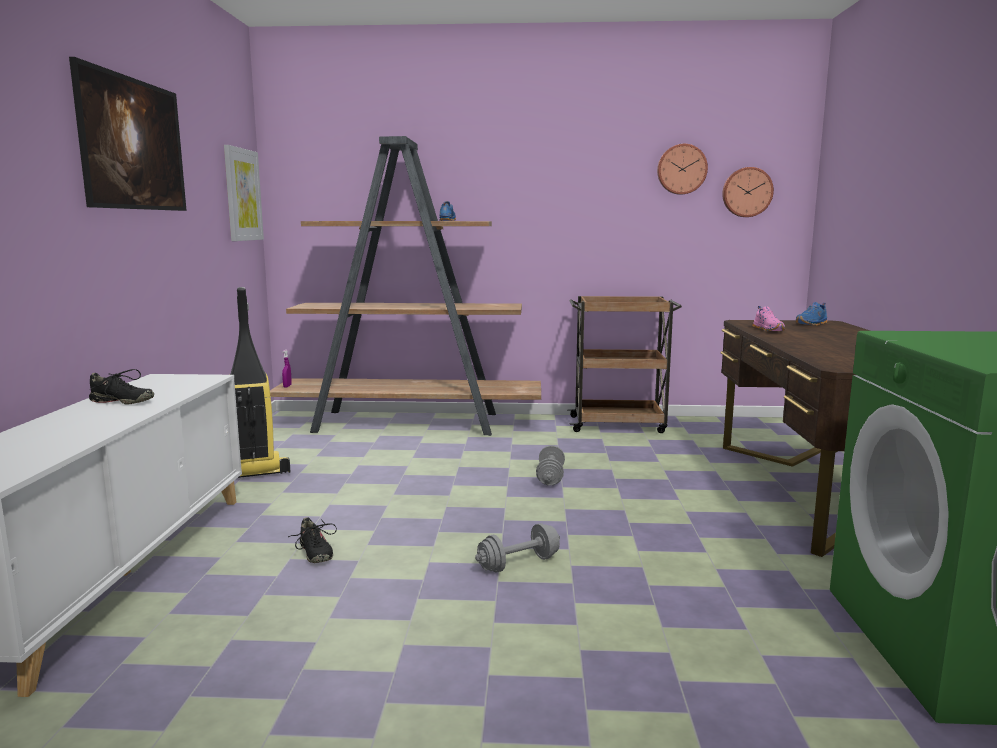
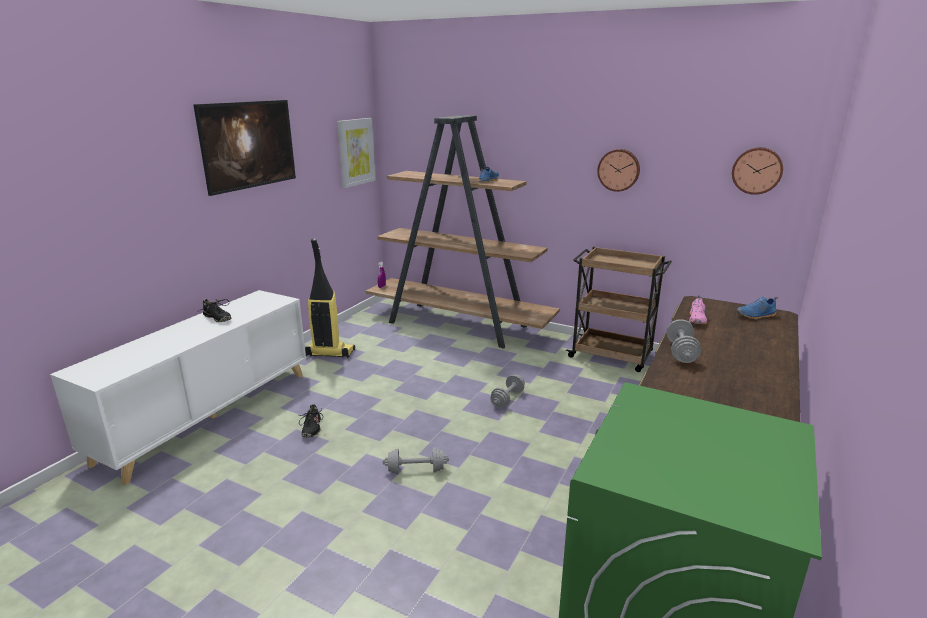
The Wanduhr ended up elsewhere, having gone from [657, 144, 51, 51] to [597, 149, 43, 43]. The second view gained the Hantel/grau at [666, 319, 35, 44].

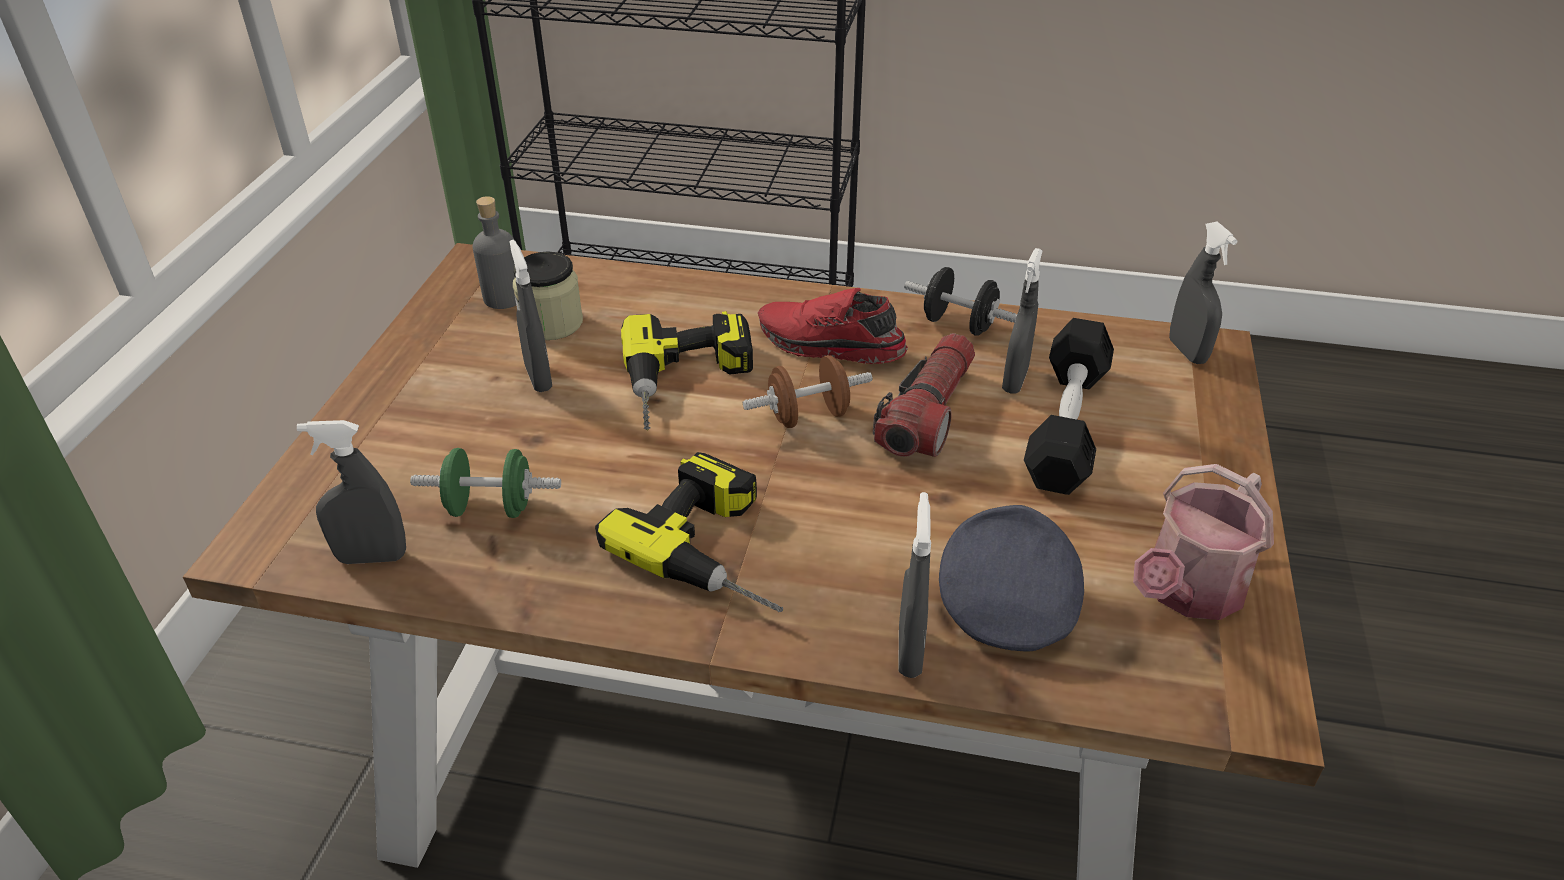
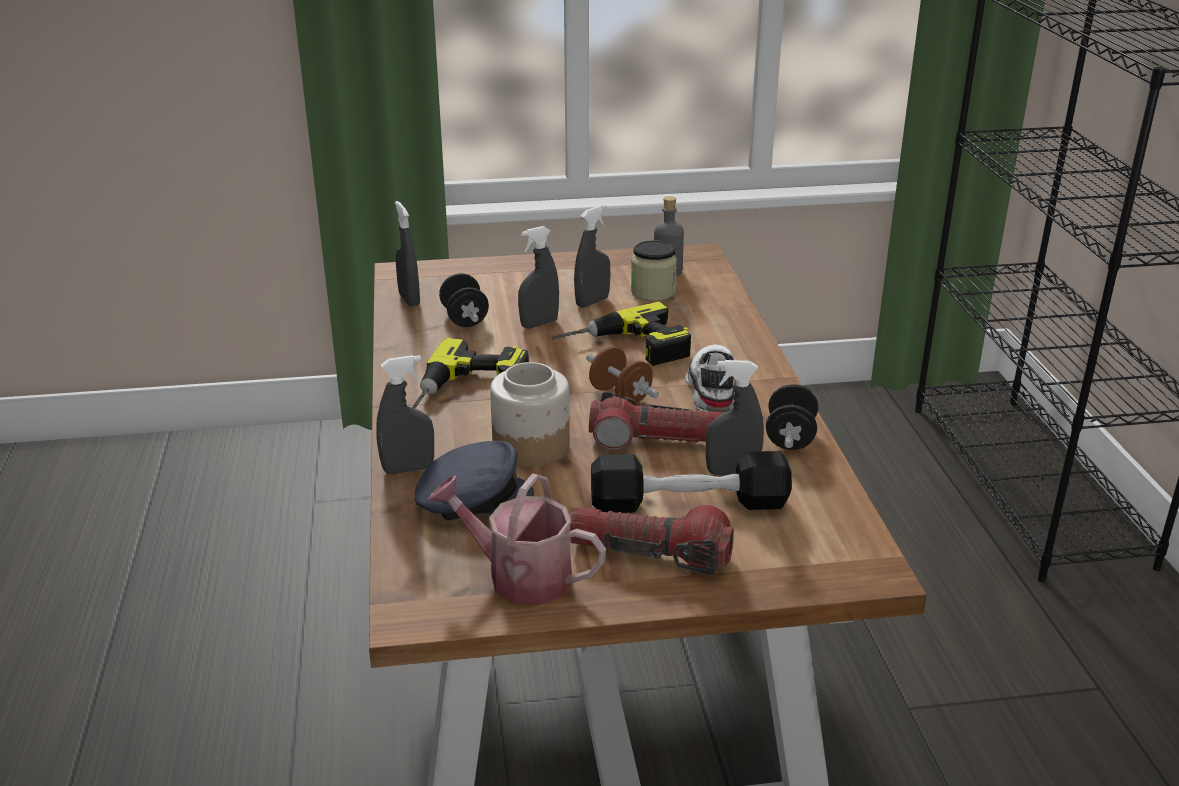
The Sprühflasche/grau ended up elsewhere, having gone from [1169, 221, 68, 143] to [518, 226, 41, 103]. What was the Schuh/rot at [758, 288, 150, 76] turned into the Schuh/weiß at [685, 344, 51, 68]. What was the Hantel/grün at [410, 448, 151, 70] turned into the Hantel/schwarz at [439, 273, 50, 54]. The second view gained the Vorratsglas at [490, 362, 80, 106]. The second view gained the Taschenlampe at [569, 505, 165, 71].

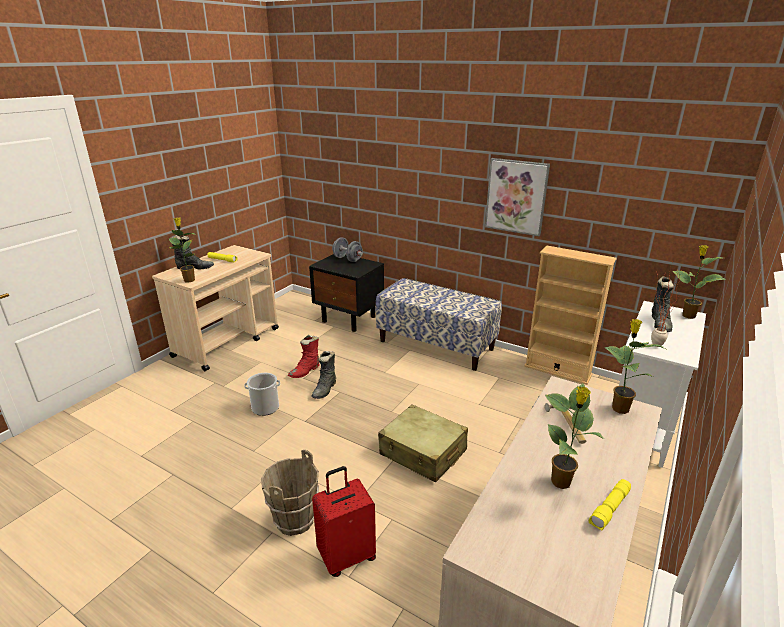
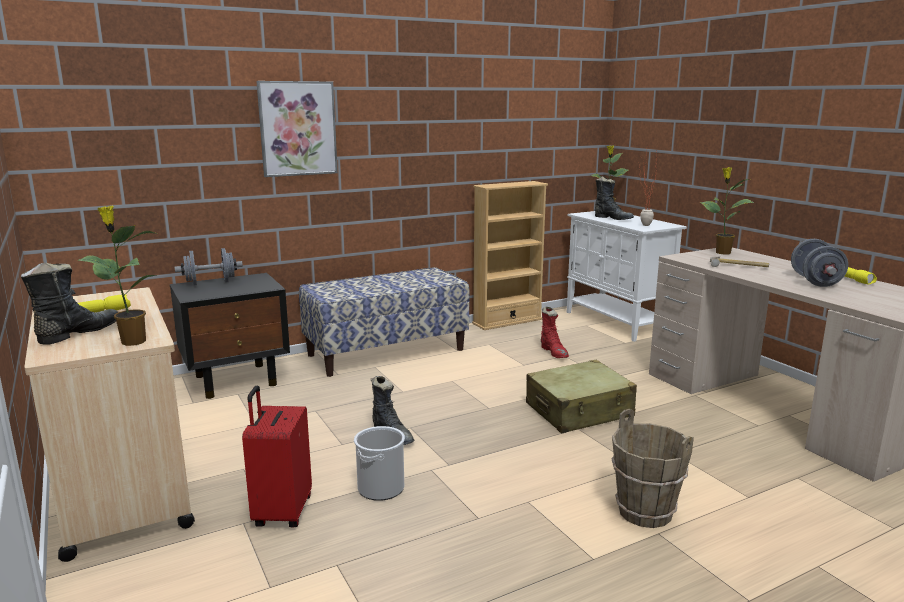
The Bild ended up elsewhere, having gone from [485, 158, 65, 78] to [256, 81, 82, 96]. The Stiefel/rot ended up elsewhere, having gone from [288, 335, 31, 43] to [541, 306, 28, 52]. Where the Topfpflanze stood at [545, 383, 59, 106], the Hantel/grau came to stand at [791, 239, 57, 48]. The Koffer/rot ended up elsewhere, having gone from [312, 466, 64, 111] to [242, 385, 70, 142].

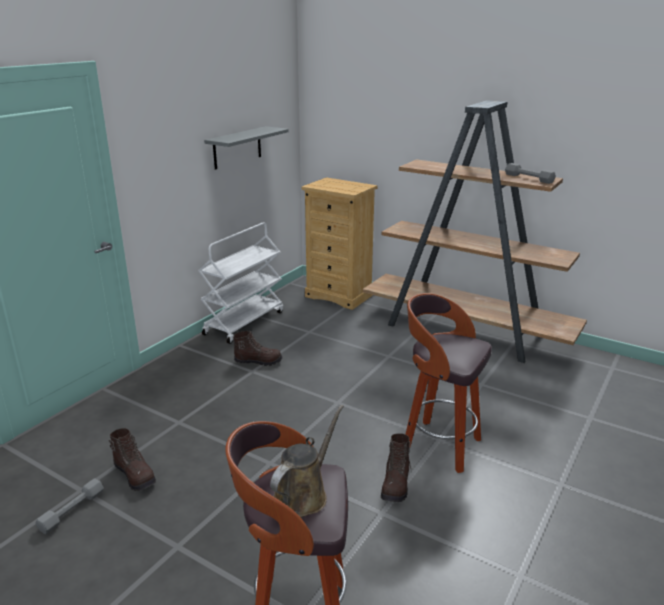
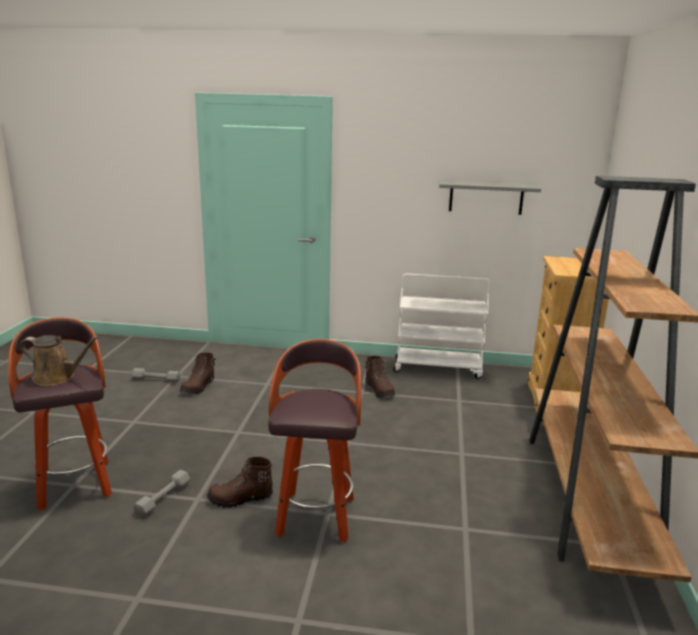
The Hantel/grau ended up elsewhere, having gone from [505, 163, 51, 21] to [133, 470, 57, 47].

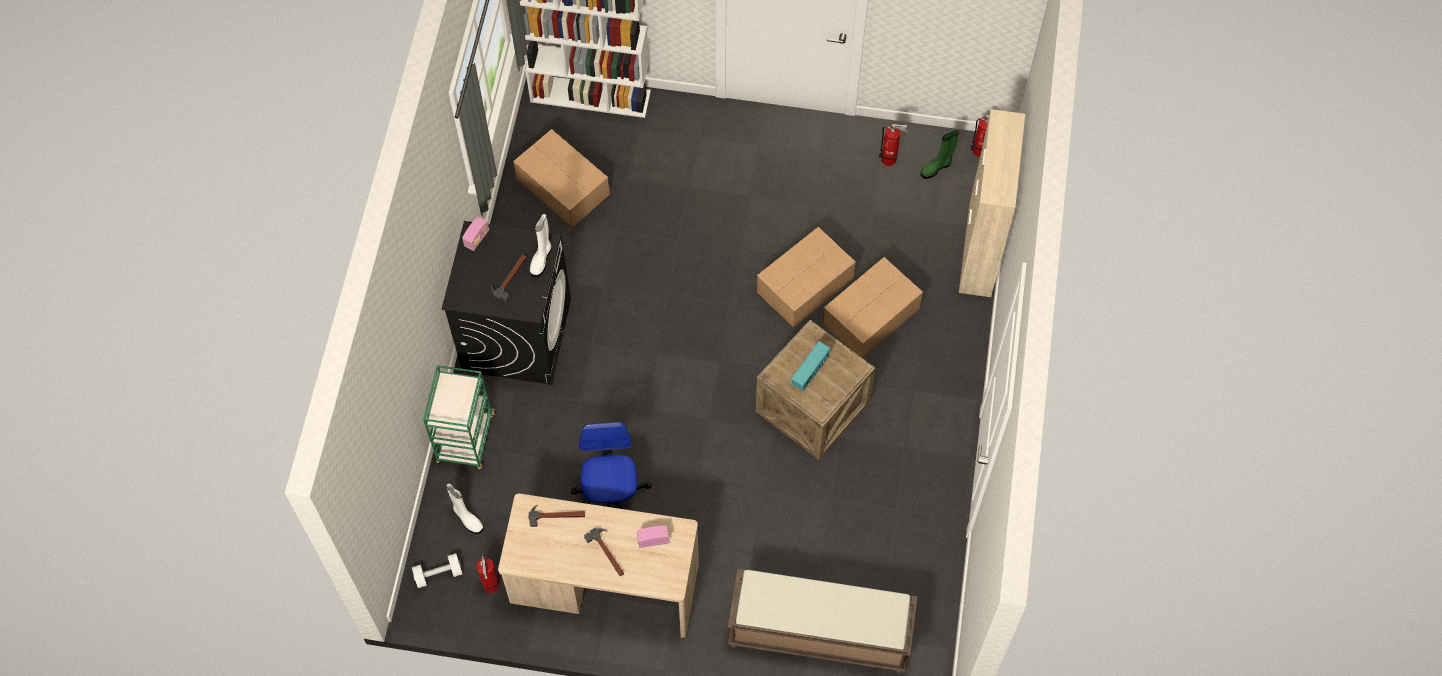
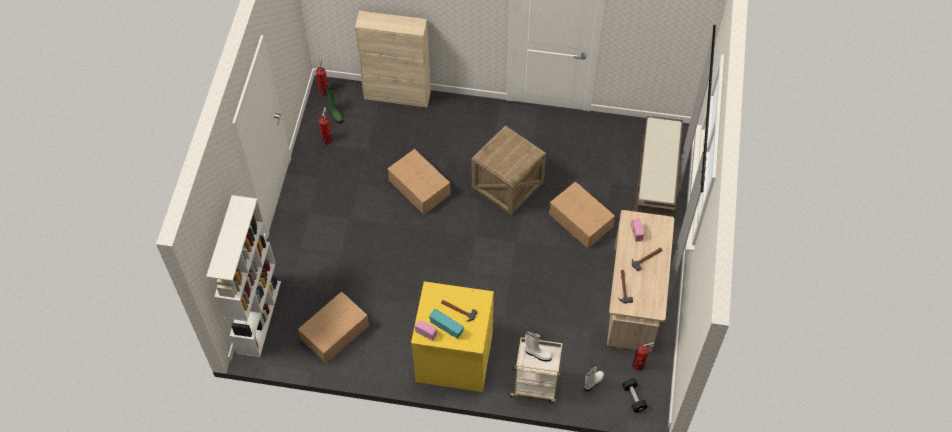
The Stiefel/weiß ended up elsewhere, having gone from [530, 213, 21, 64] to [525, 331, 27, 30]. What was the Waschmaschine/schwarz at [442, 221, 129, 164] turned into the Waschmaschine/gelb at [411, 281, 83, 111]. The Karton ended up elsewhere, having gone from [822, 257, 101, 101] to [549, 181, 66, 68]. The Radio ended up elsewhere, having gone from [792, 341, 38, 50] to [429, 309, 35, 30]. What was the Rollwagen/grün at [423, 365, 73, 105] turned into the Rollwagen/beige at [508, 337, 55, 67]. The second view lost the Bürostuhl at [571, 422, 81, 88]. What was the Hantel/weiß at [412, 553, 50, 35] turned into the Hantel/schwarz at [622, 378, 26, 35].

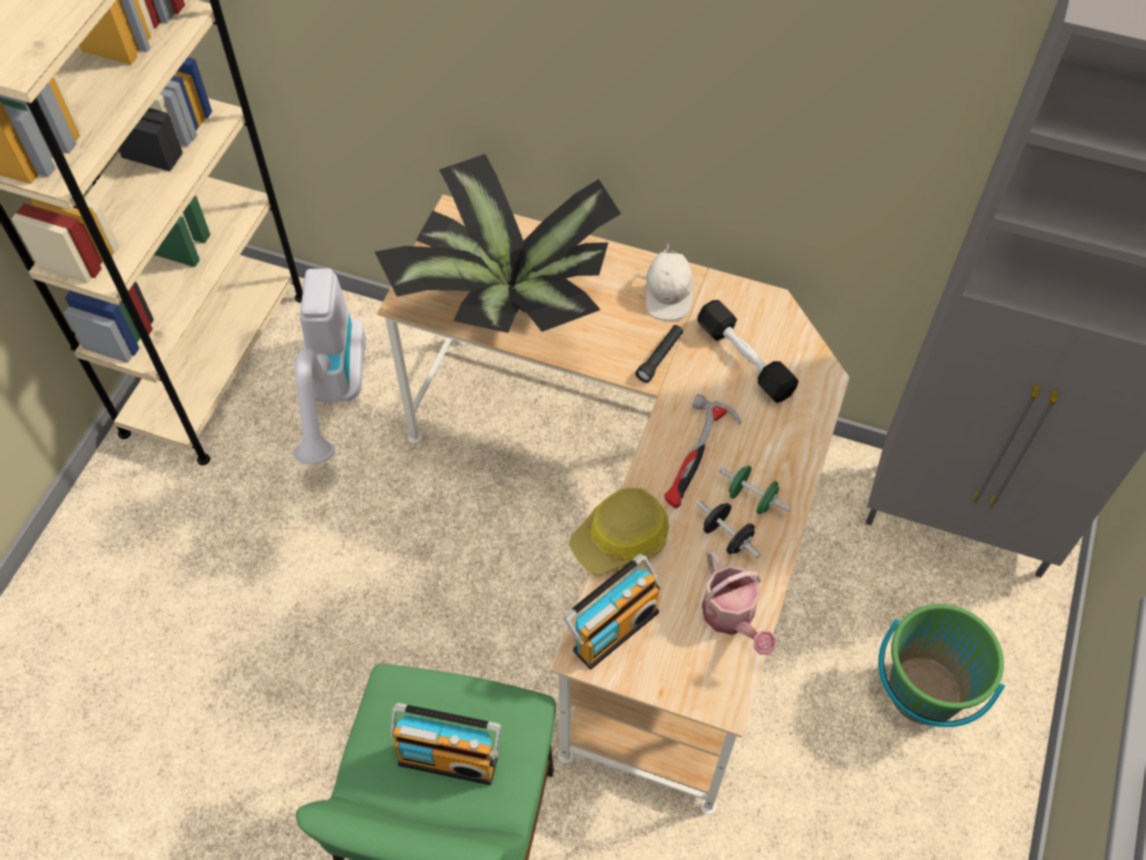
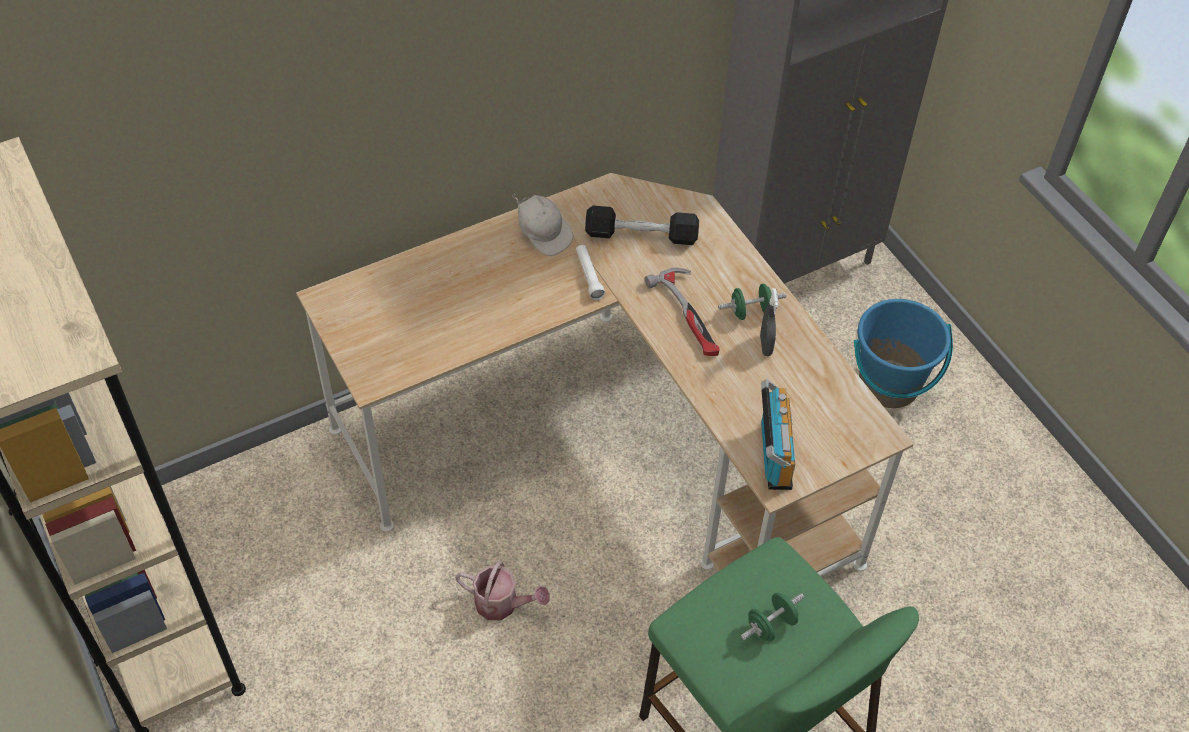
The second view lost the Topfpflanze at [375, 154, 246, 179]. The second view lost the Staubsauger at [293, 269, 73, 195]. What was the Taschenlampe/schwarz at [635, 325, 48, 58] turned into the Taschenlampe/weiß at [576, 245, 30, 55]. The second view lost the Schutzhelm at [569, 488, 100, 87]. Where the Hantel/schwarz stood at [697, 501, 64, 57], the Sprühflasche/grau came to stand at [760, 289, 18, 67]. The Gießkanne ended up elsewhere, having gone from [702, 549, 74, 106] to [455, 560, 95, 60]. What was the Eimer/grün at [878, 604, 128, 123] turned into the Eimer/blau at [854, 299, 99, 109]. Where the Radio stood at [389, 703, 112, 82], the Hantel/grün came to stand at [741, 592, 63, 50].

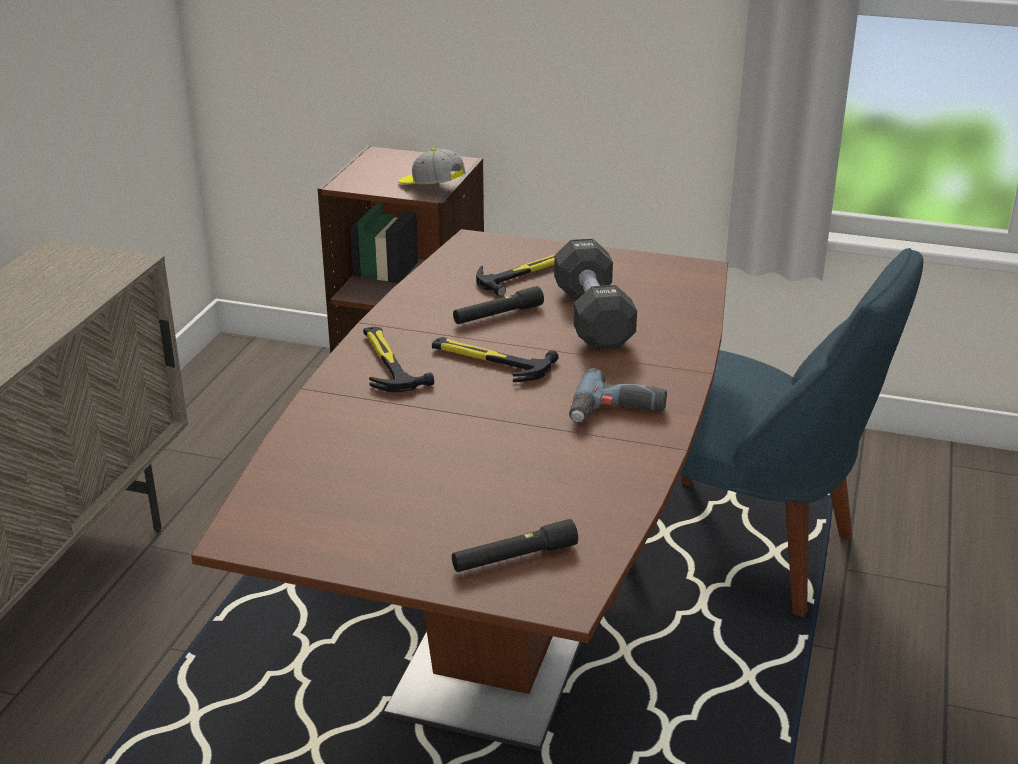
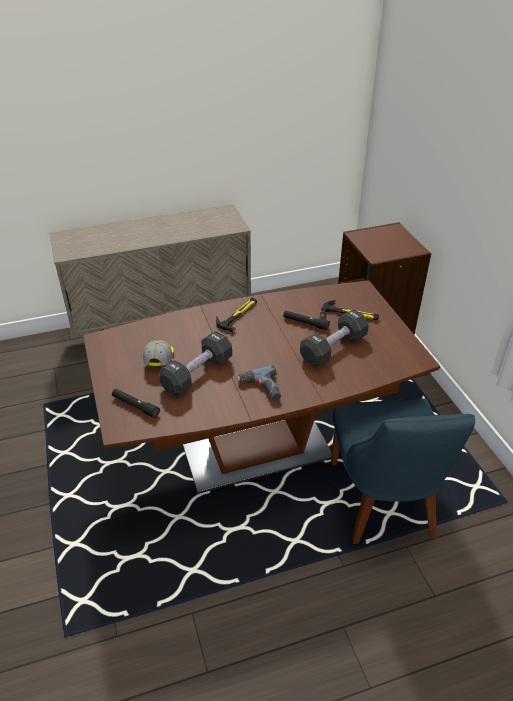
The Kappe ended up elsewhere, having gone from [399, 148, 67, 36] to [143, 340, 31, 26]. The second view lost the Hammer at [432, 337, 127, 45]. The second view gained the Hantel/schwarz at [159, 331, 73, 65].

